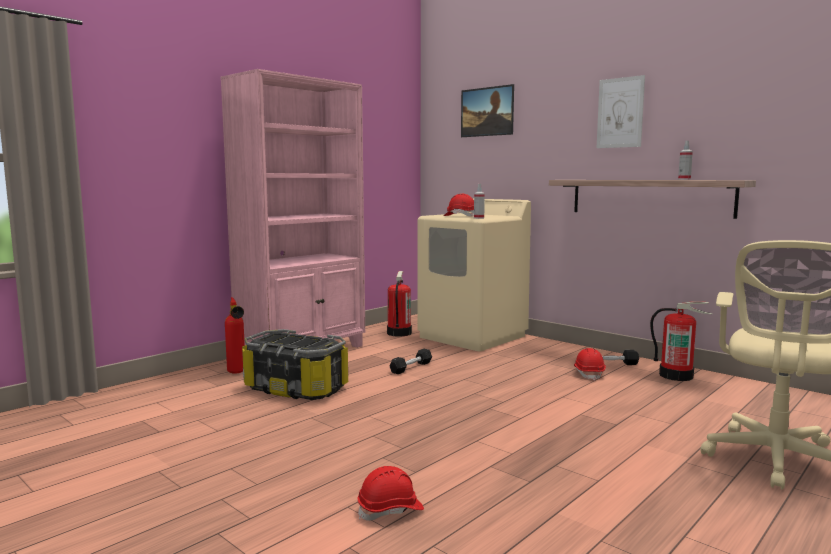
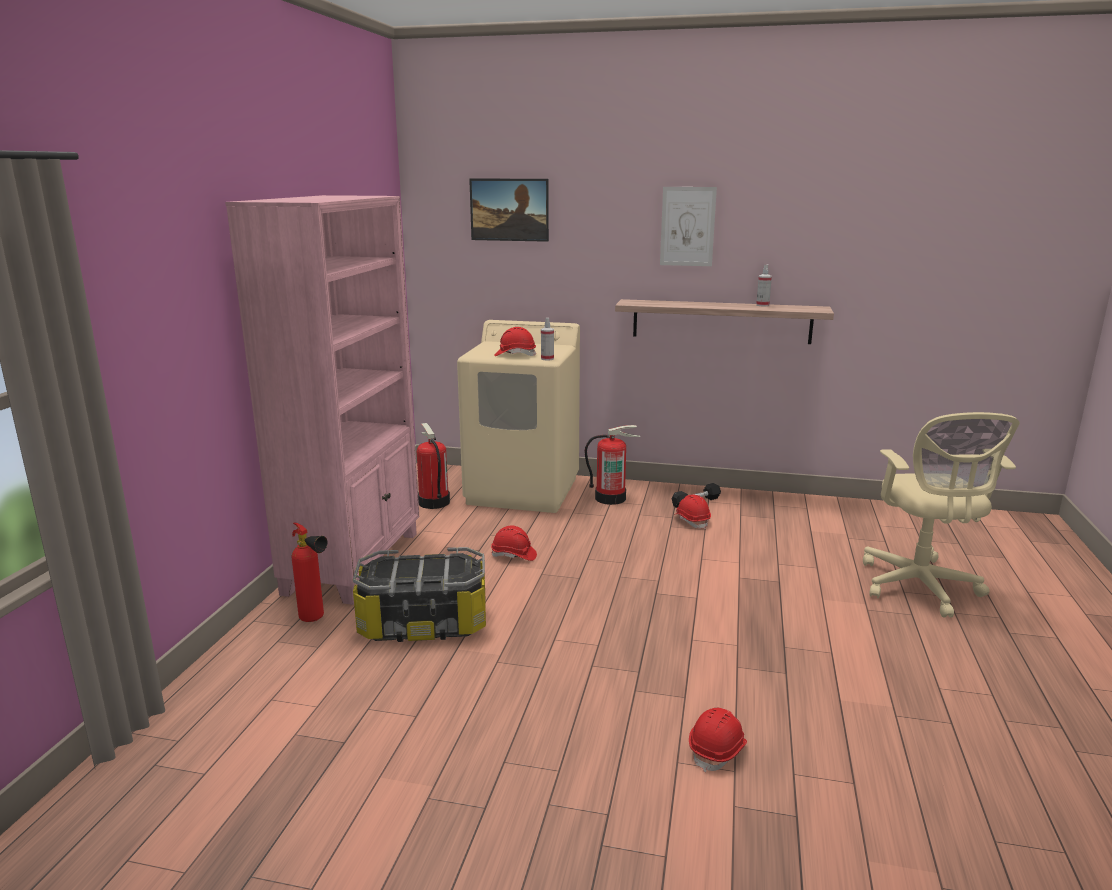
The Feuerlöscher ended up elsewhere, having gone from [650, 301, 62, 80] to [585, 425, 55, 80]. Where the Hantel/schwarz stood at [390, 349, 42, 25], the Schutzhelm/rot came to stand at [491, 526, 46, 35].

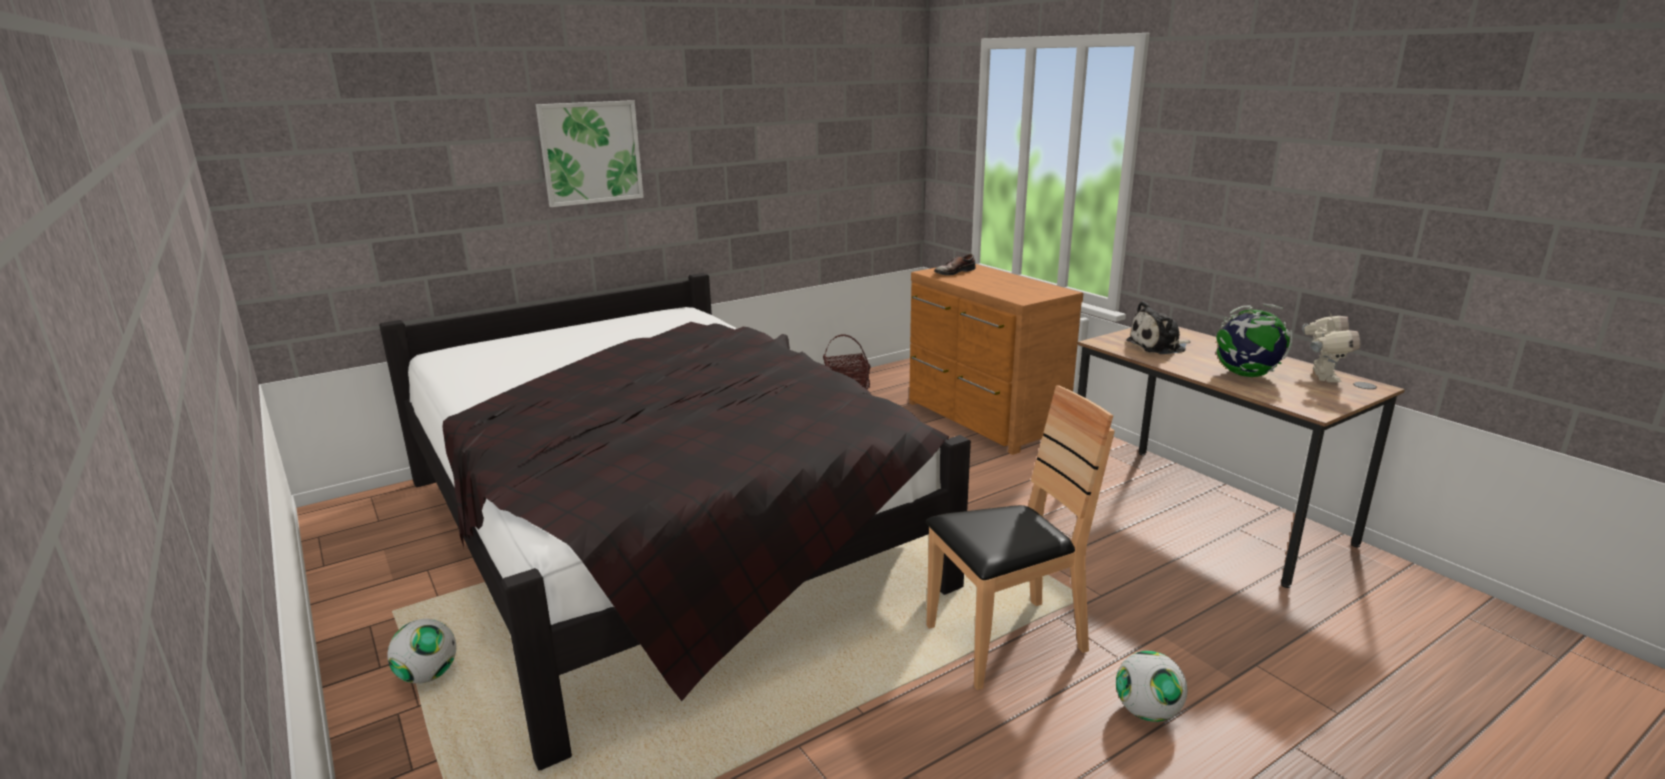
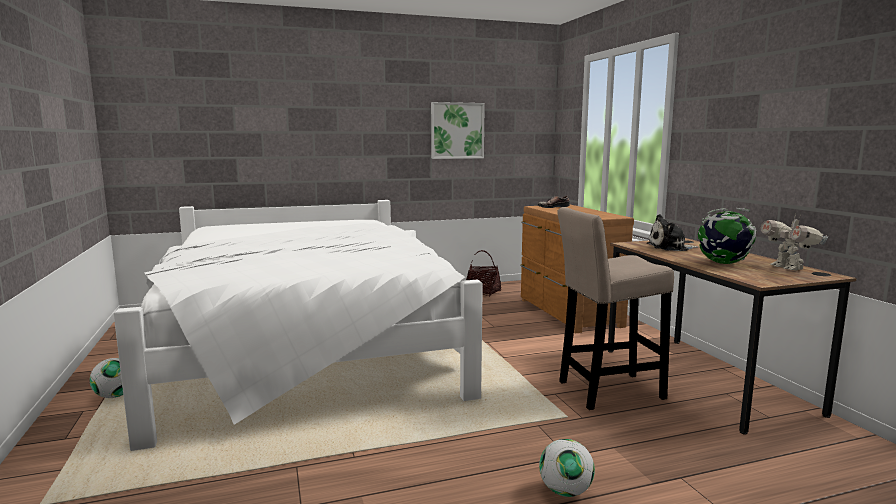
The Bild ended up elsewhere, having gone from [536, 100, 108, 107] to [431, 102, 54, 57]. What was the Bett/schwarz at [379, 273, 592, 497] turned into the Bett/weiß at [114, 200, 369, 251]. The Spielzeugroboter at [1302, 311, 58, 71] ended up facing another way, 135 degrees clockwise from before. The second view lost the Stuhl/braun at [926, 385, 189, 305]. The second view gained the Hocker/beige at [557, 207, 117, 203].

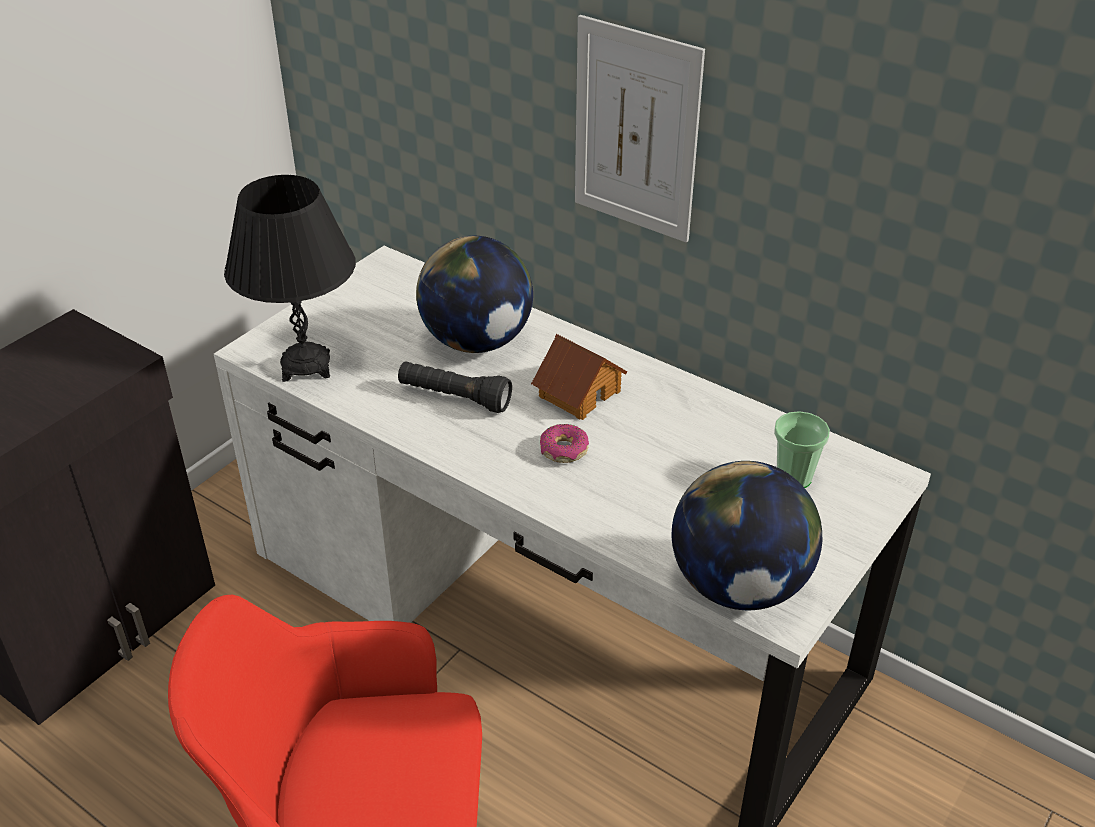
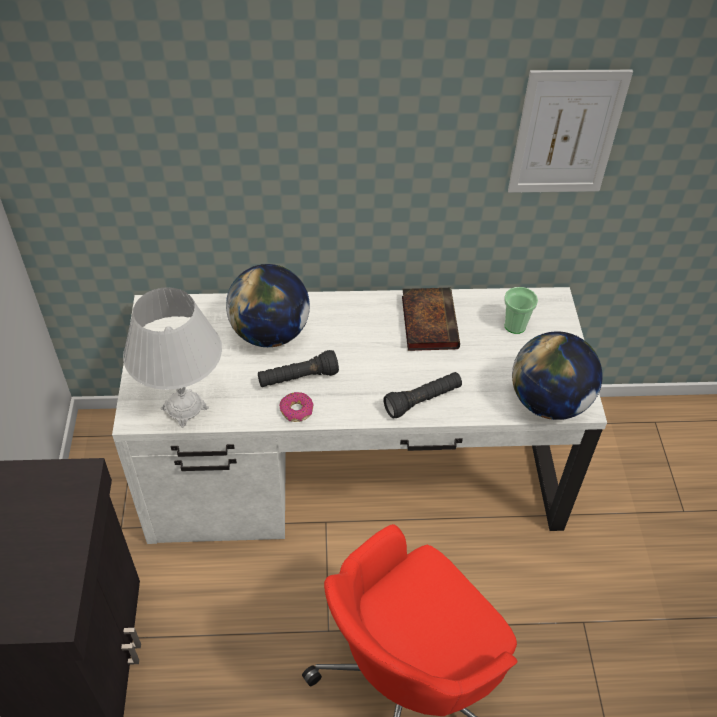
The Bild ended up elsewhere, having gone from [575, 15, 130, 228] to [508, 70, 125, 123]. What was the Tischlampe/schwarz at [224, 175, 132, 207] turned into the Tischlampe/weiß at [123, 287, 99, 141]. The second view lost the Spielzeughaus at [531, 334, 96, 86]. The Donut ended up elsewhere, having gone from [540, 424, 49, 39] to [279, 392, 35, 30]. The second view gained the Buch at [402, 288, 58, 63]. The second view gained the Taschenlampe/schwarz at [383, 372, 79, 46].

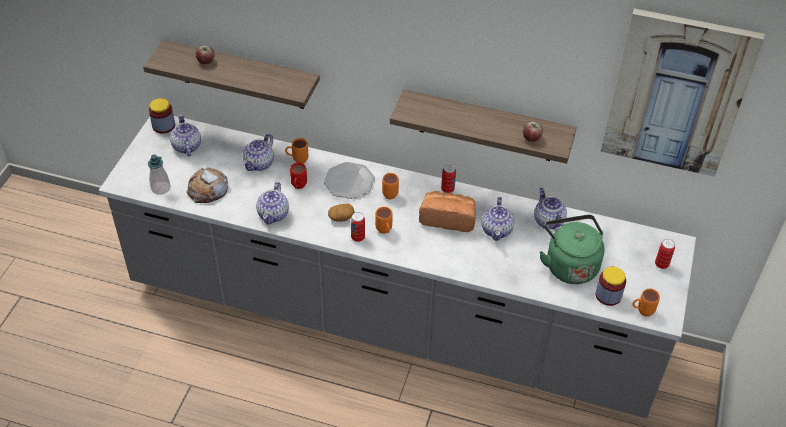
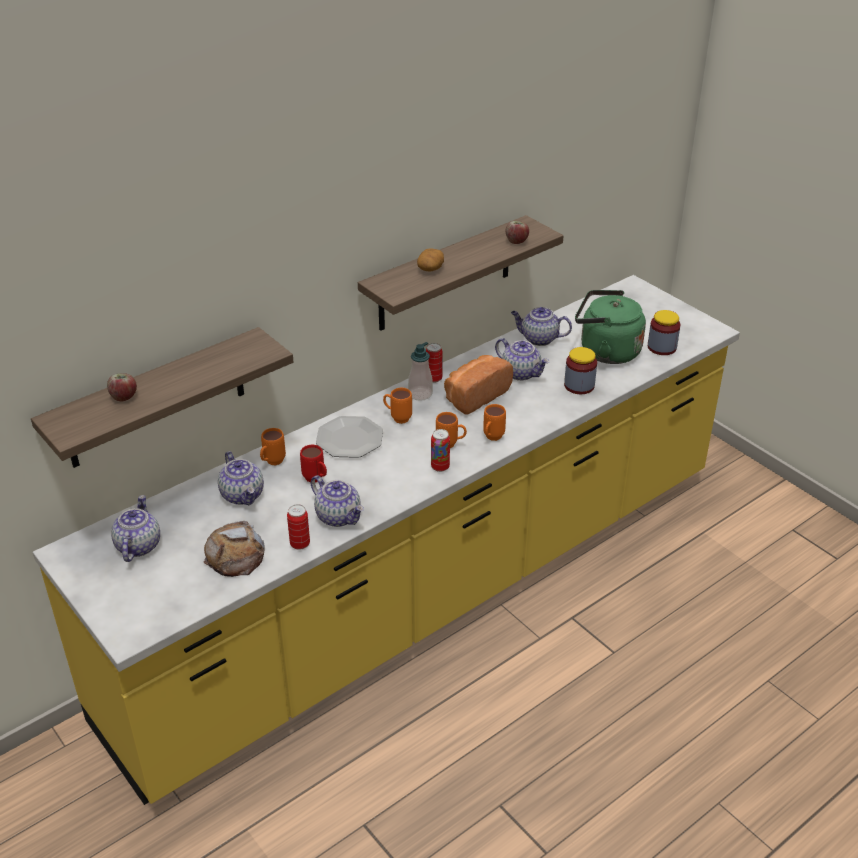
The second view lost the Bild at [601, 8, 163, 169]. The Vorratsglas ended up elsewhere, having gone from [149, 98, 26, 36] to [564, 347, 33, 47]. The Teekanne at [170, 114, 31, 42] ended up facing another way, 75 degrees clockwise from before. What was the Küchenzeile/grau at [99, 116, 597, 302] turned into the Küchenzeile/gelb at [33, 275, 707, 530]. The Seifenspender ended up elsewhere, having gone from [148, 155, 23, 40] to [408, 342, 25, 59]. The Kartoffel ended up elsewhere, having gone from [328, 204, 27, 18] to [417, 248, 27, 24]. The Dose ended up elsewhere, having gone from [655, 239, 20, 30] to [287, 504, 23, 46]. The Henkelbecher/orange ended up elsewhere, having gone from [632, 289, 28, 28] to [483, 404, 23, 37].

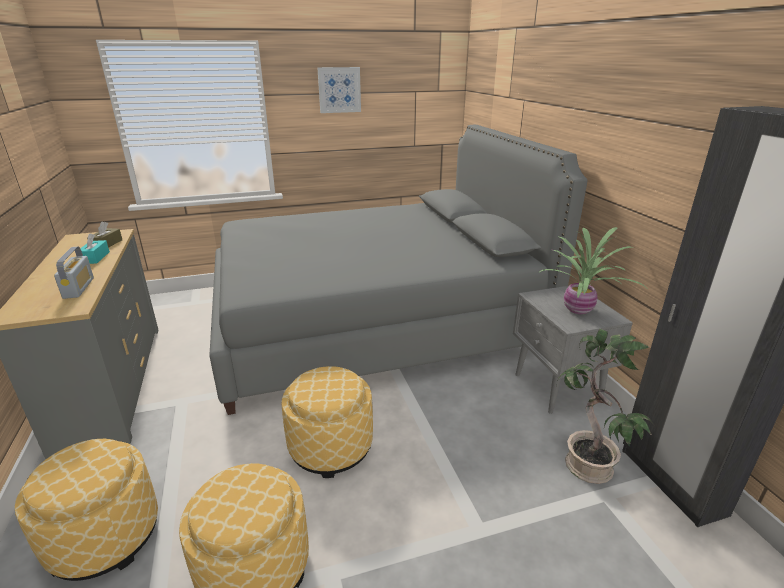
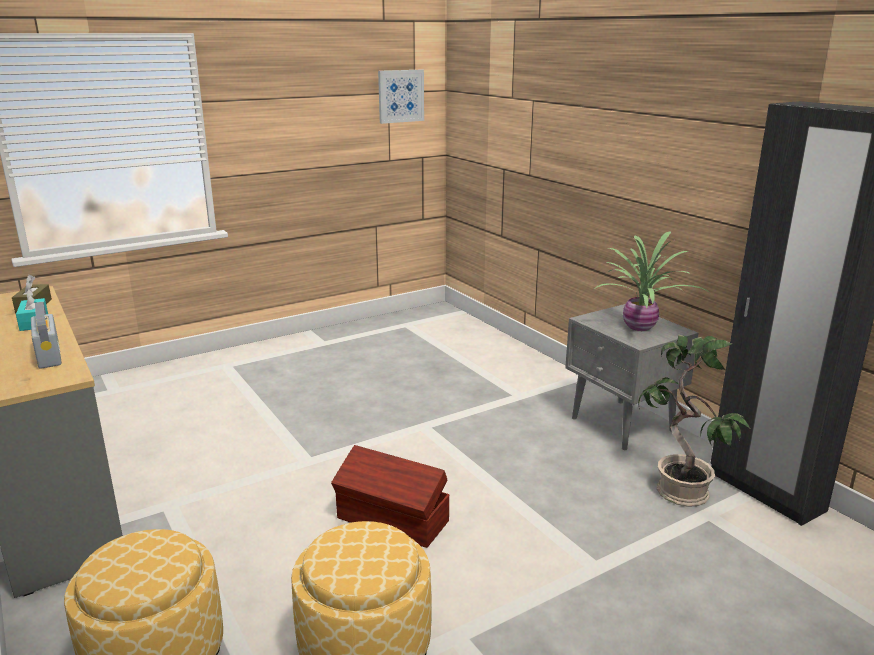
The Bild ended up elsewhere, having gone from [317, 67, 44, 46] to [378, 70, 46, 54]. The second view lost the Bett/grau at [209, 125, 379, 290]. Where the Polsterhocker stood at [281, 366, 92, 112], the Aufbewahrungsbox/braun came to stand at [331, 445, 118, 103].

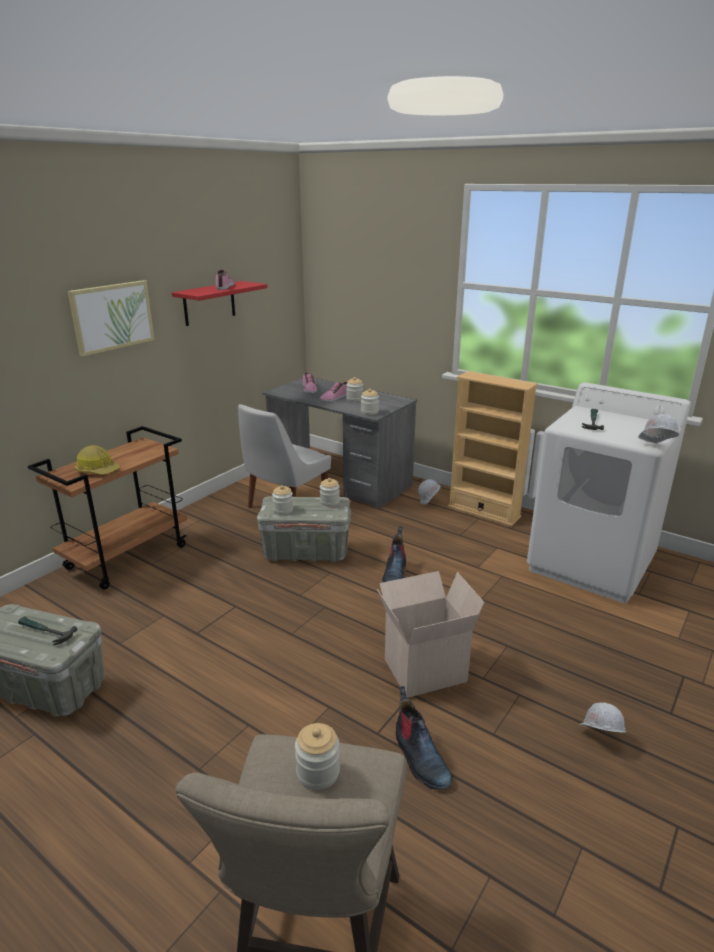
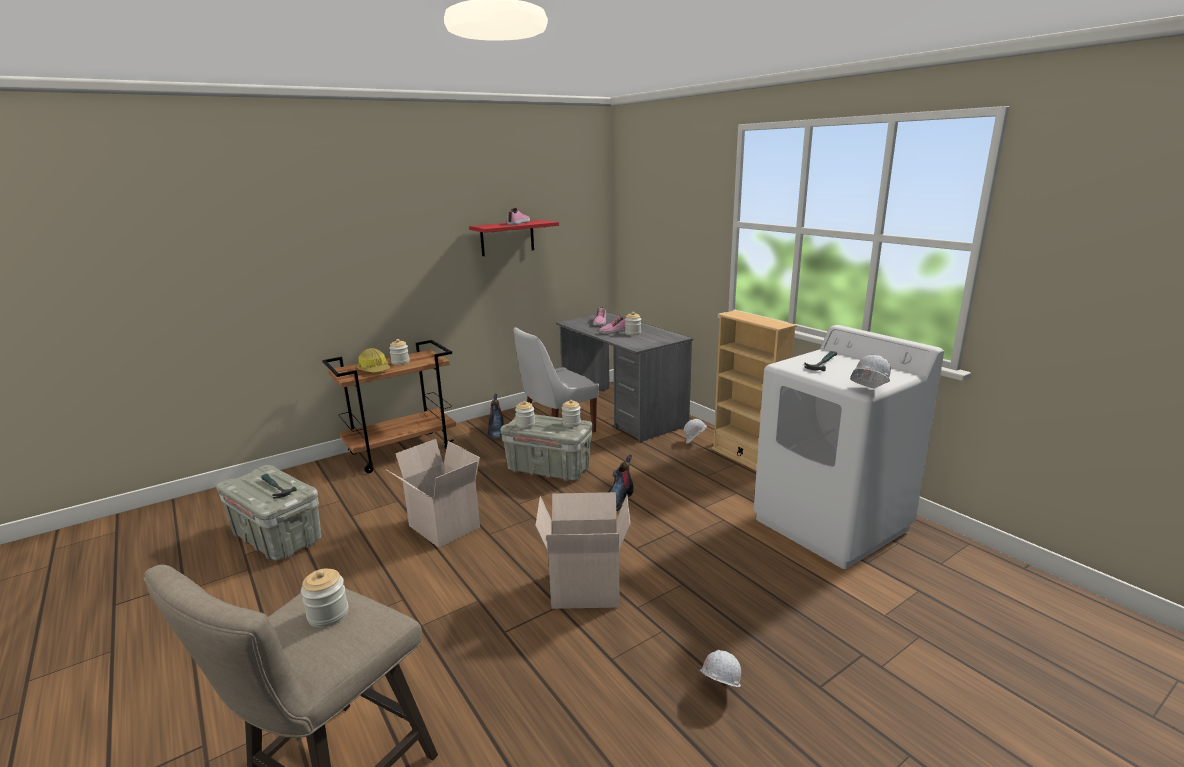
The second view lost the Bild at [67, 280, 88, 77]. The Vorratsglas ended up elsewhere, having gone from [361, 389, 18, 26] to [389, 339, 21, 26]. The Stiefel ended up elsewhere, having gone from [396, 686, 57, 104] to [487, 394, 17, 44]. The second view gained the Karton at [385, 439, 95, 109].

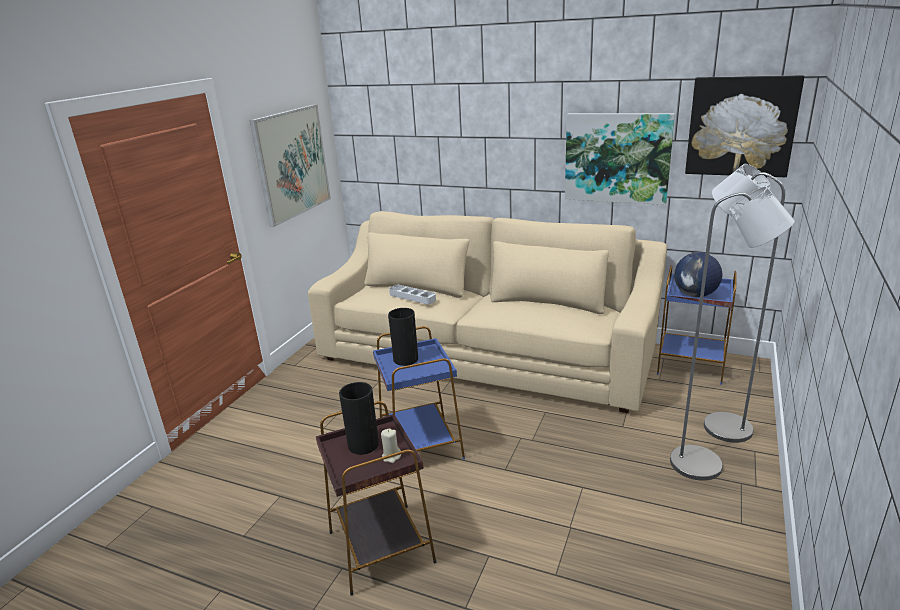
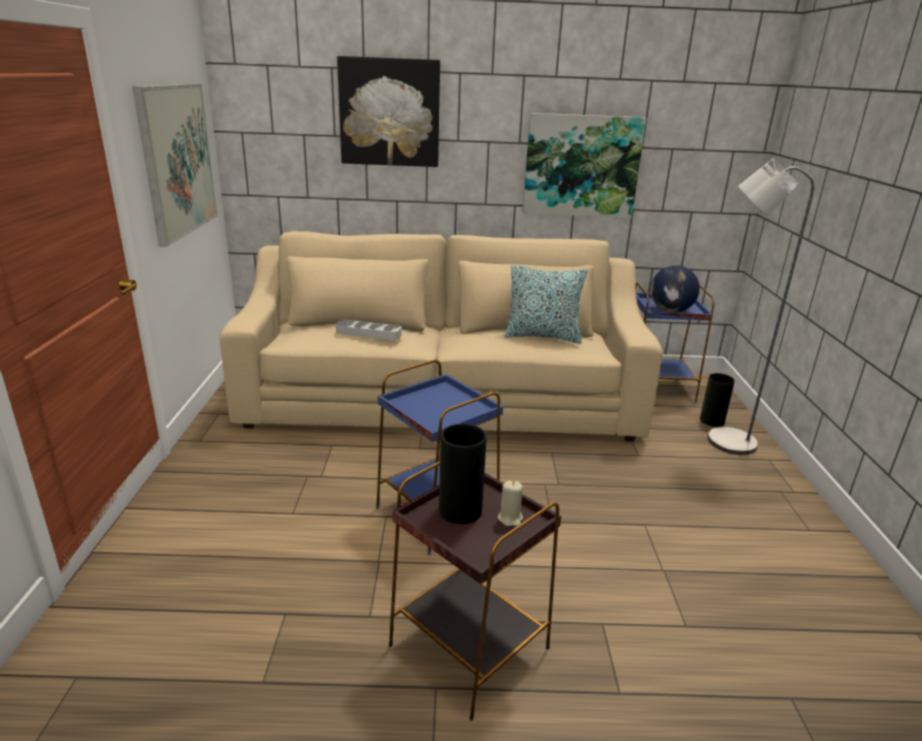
The Bild ended up elsewhere, having gone from [685, 75, 119, 102] to [337, 56, 103, 111]. The second view lost the Stehlampe/grau at [670, 186, 125, 295]. The Vase ended up elsewhere, having gone from [388, 308, 30, 58] to [700, 373, 35, 54]. The second view gained the Kissen at [505, 265, 83, 78].

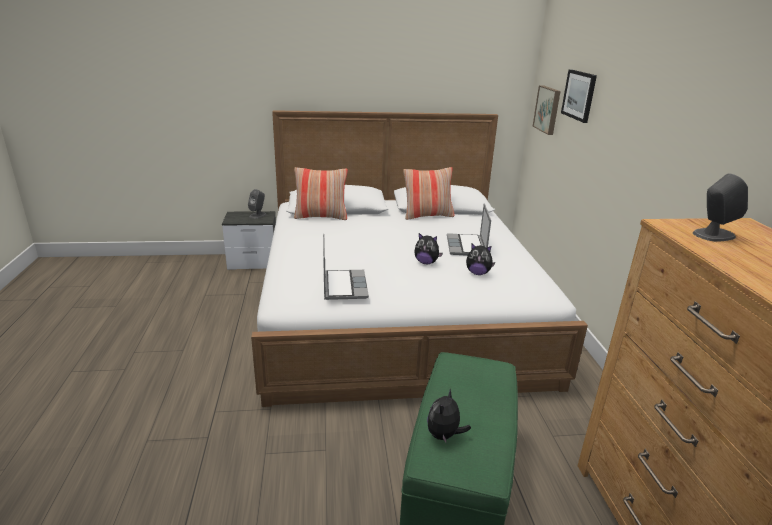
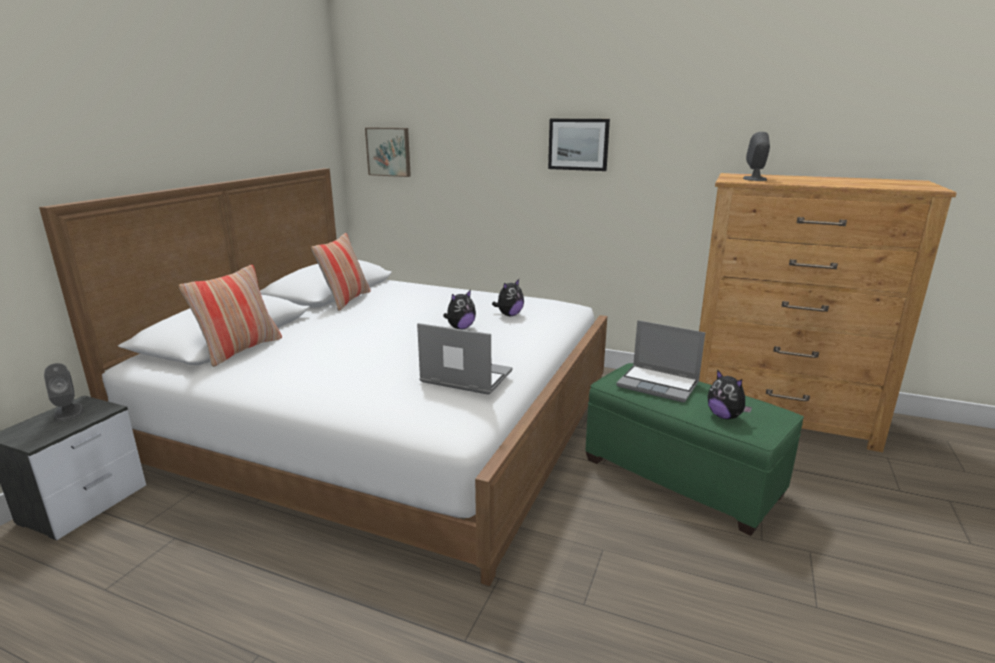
The Bild ended up elsewhere, having gone from [561, 70, 36, 53] to [548, 119, 62, 52]. The Laptop ended up elsewhere, having gone from [447, 203, 44, 53] to [616, 320, 89, 82].

